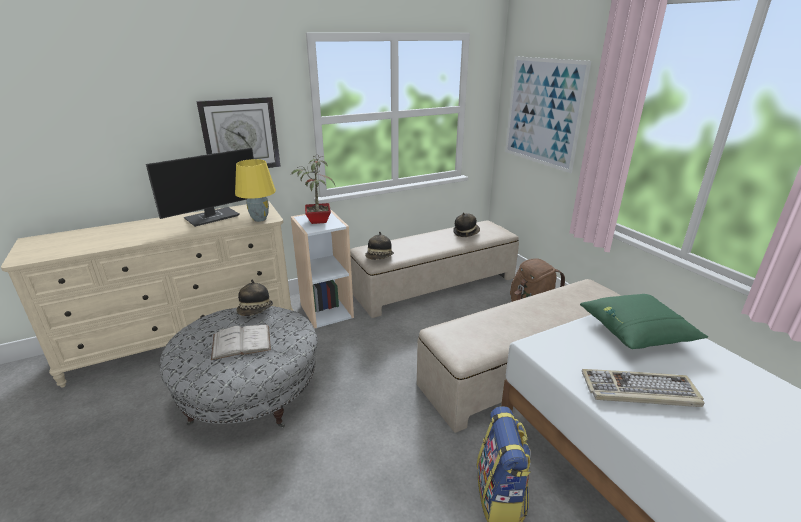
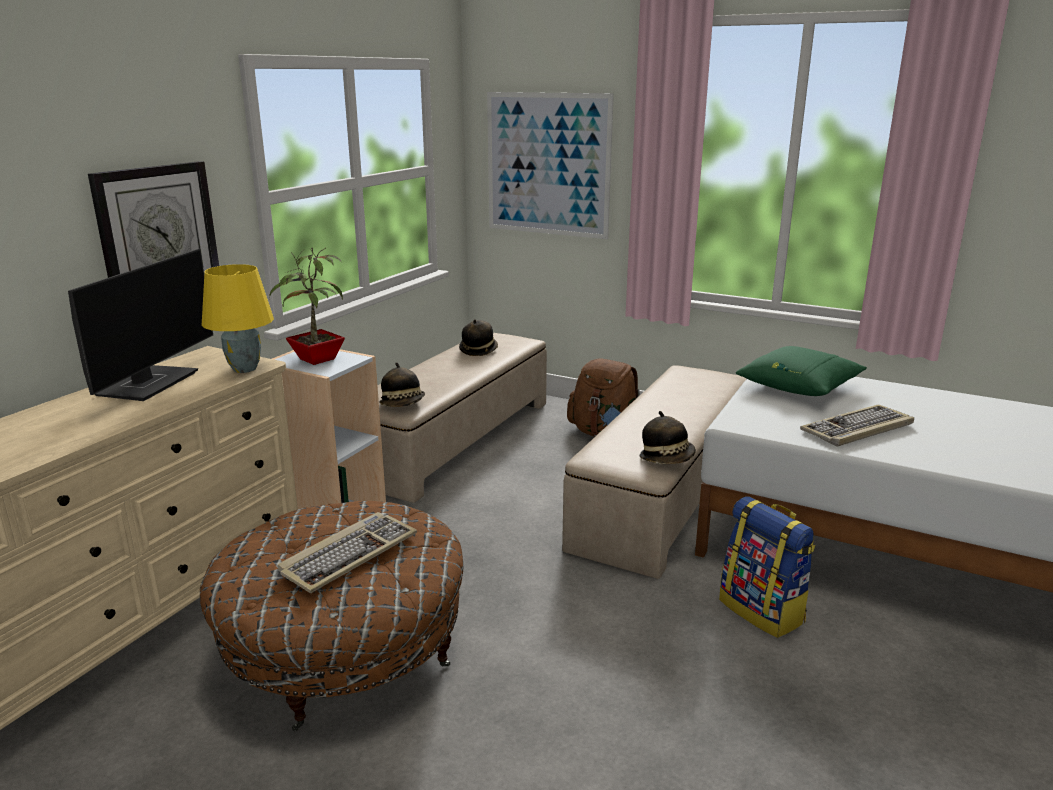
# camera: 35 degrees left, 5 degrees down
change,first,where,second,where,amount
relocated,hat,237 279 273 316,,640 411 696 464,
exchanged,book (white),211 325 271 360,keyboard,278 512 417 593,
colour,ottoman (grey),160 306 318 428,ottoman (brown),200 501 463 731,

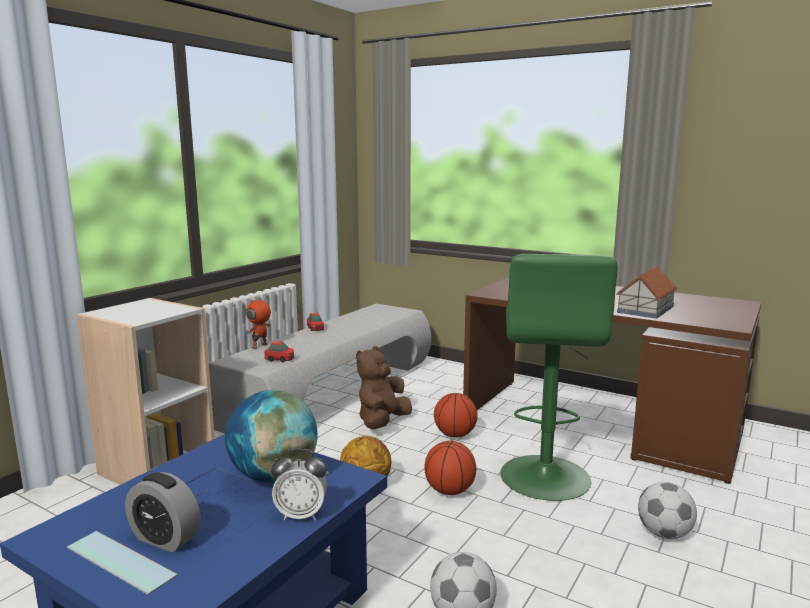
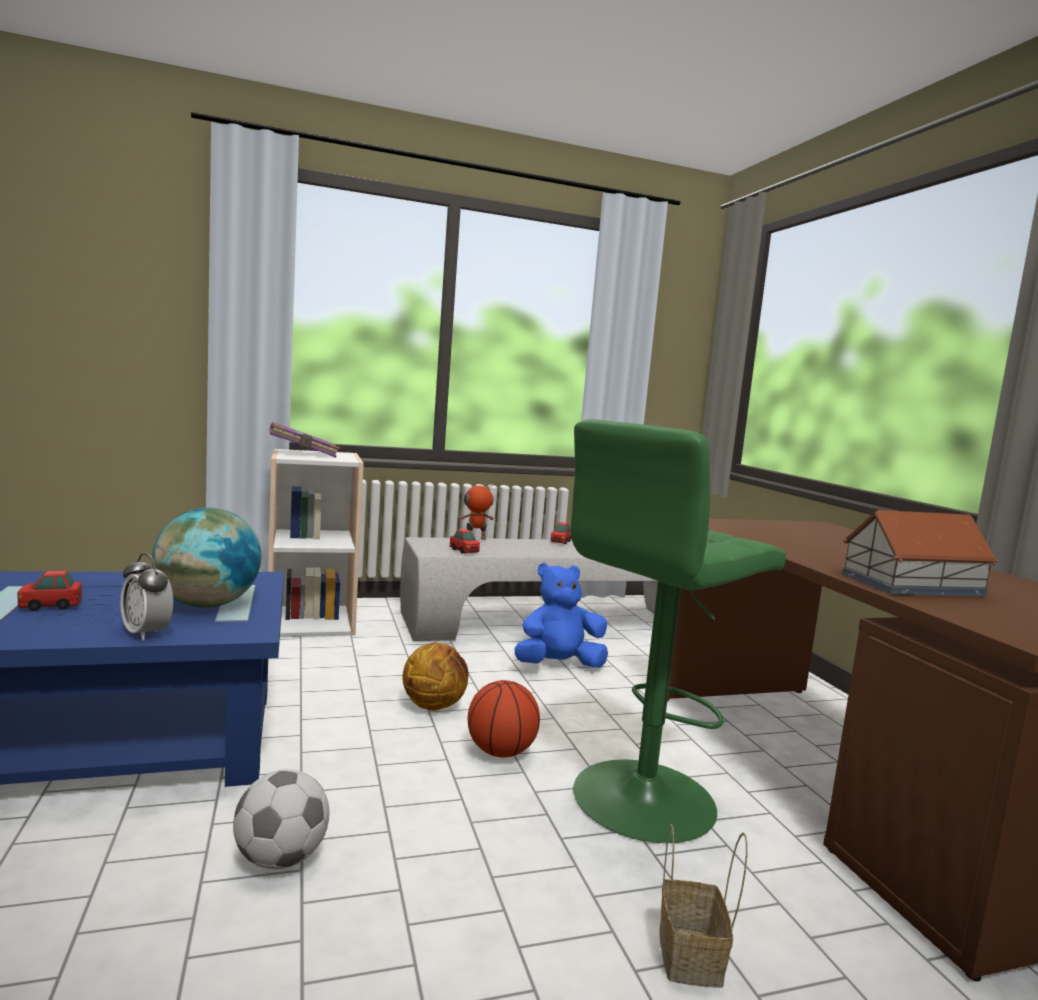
# camera: 40 degrees right, 5 degrees down
change,first,where,second,where,amount
missing,basketball,434 393 478 438,,,
appeared,,,book (purple),269 422 340 458,
exchanged,alarm clock,125 472 201 552,toy car,17 570 82 611,
exchanged,football,638 482 697 539,basket,659 824 747 988,
colour,plush toy (brown),356 346 412 429,plush toy (blue),514 563 608 668,

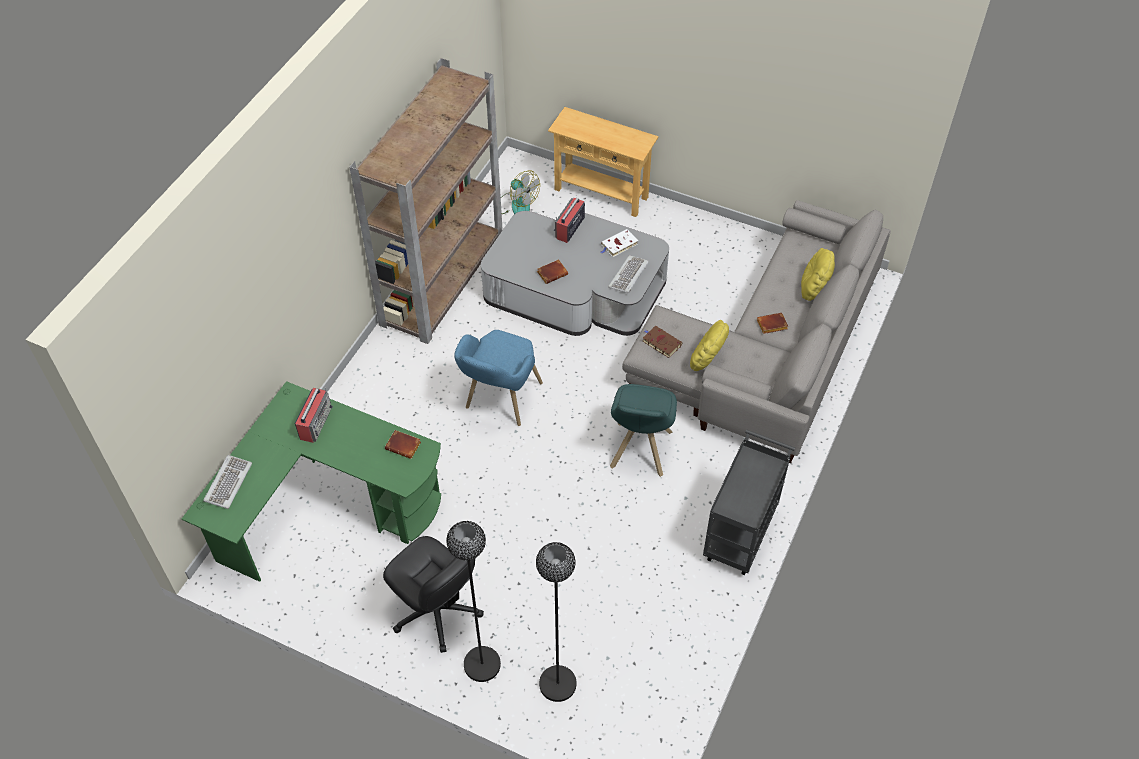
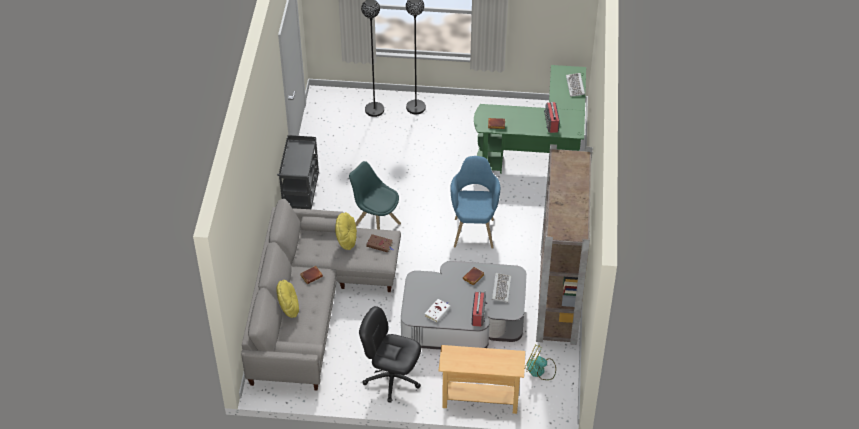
# camera: 160 degrees right, 5 degrees down
change,first,where,second,where,amount
relocated,office chair (black),383 536 484 653,,359 306 421 402,
relocated,keyboard,608 255 649 293,,492 273 511 303,
spun,chair (turquoise),610 384 677 477,,349 161 401 230,45 degrees counterclockwise

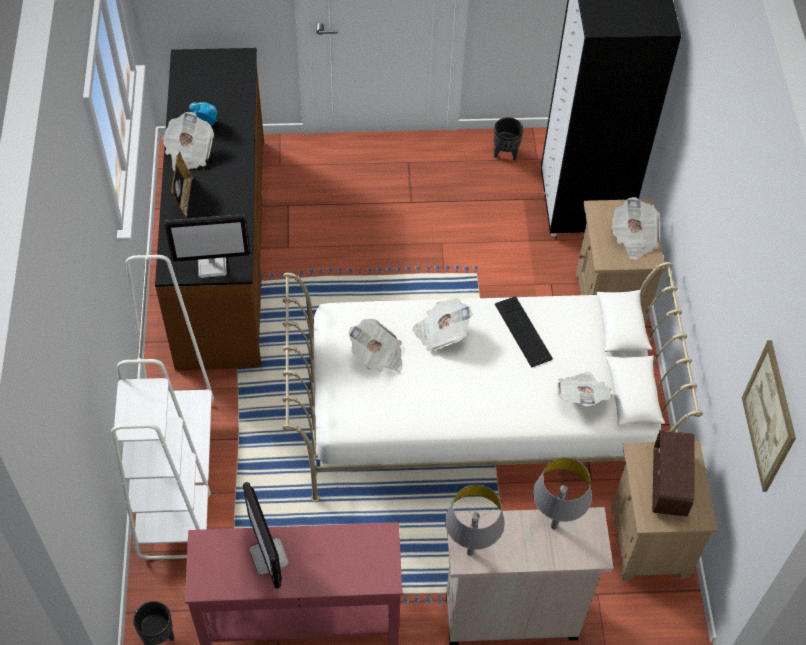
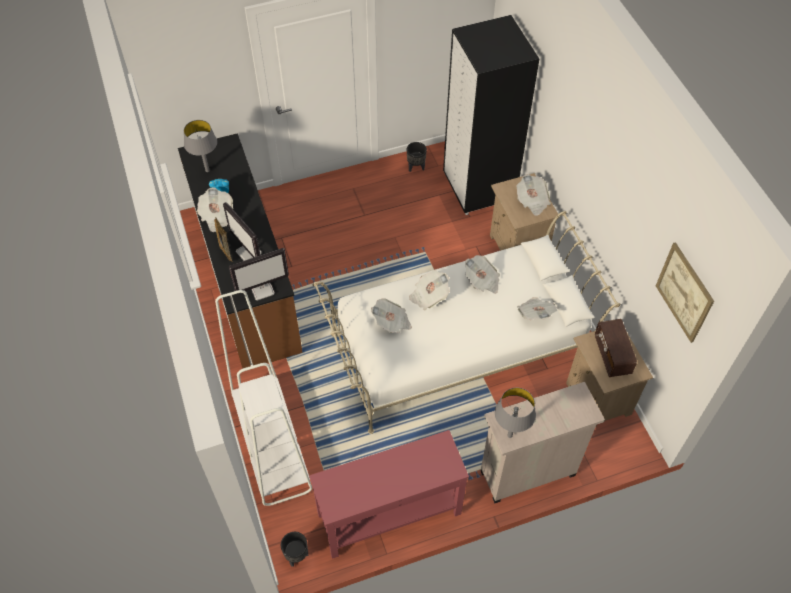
# camera: 15 degrees left, 0 degrees up
change,first,where,second,where,amount
relocated,monitor,243 482 289 589,,223 202 262 261,
relocated,table lamp (grey),533 458 592 529,,184 120 217 172,
exchanged,keyboard,495 296 553 368,newspaper,465 255 500 294,

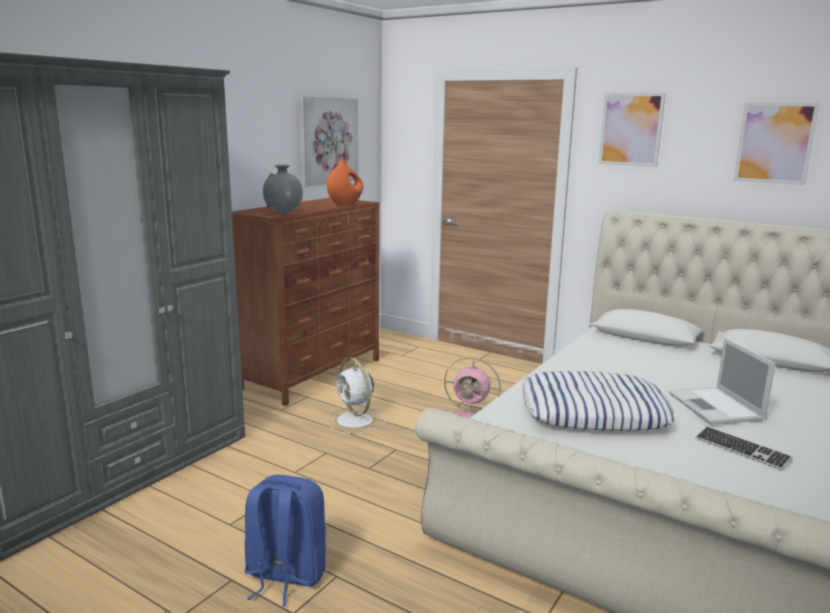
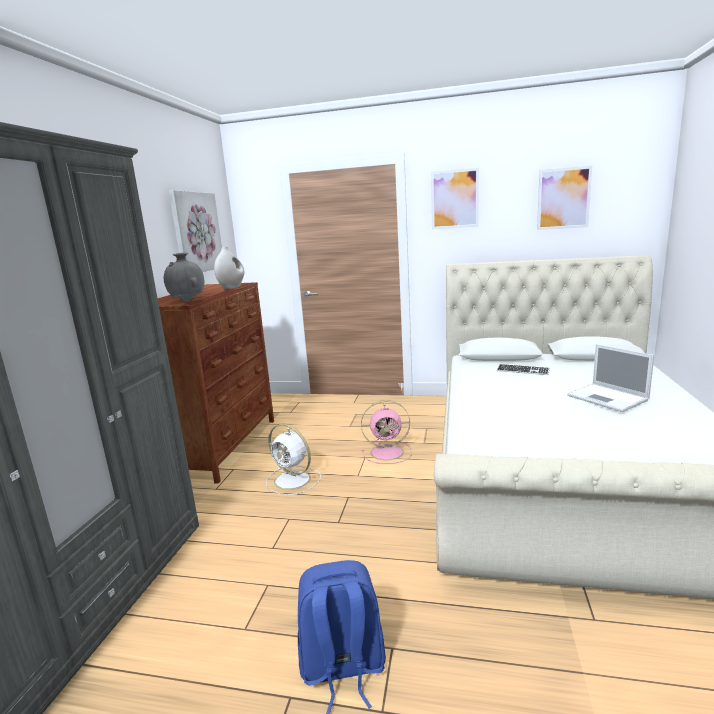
# camera: 20 degrees left, 0 degrees up
change,first,where,second,where,amount
missing,pillow,522 371 674 431,,,
relocated,keyboard,695 426 793 470,,497 364 550 375,
colour,vase (orange),327 160 364 206,vase (white),214 247 244 289,

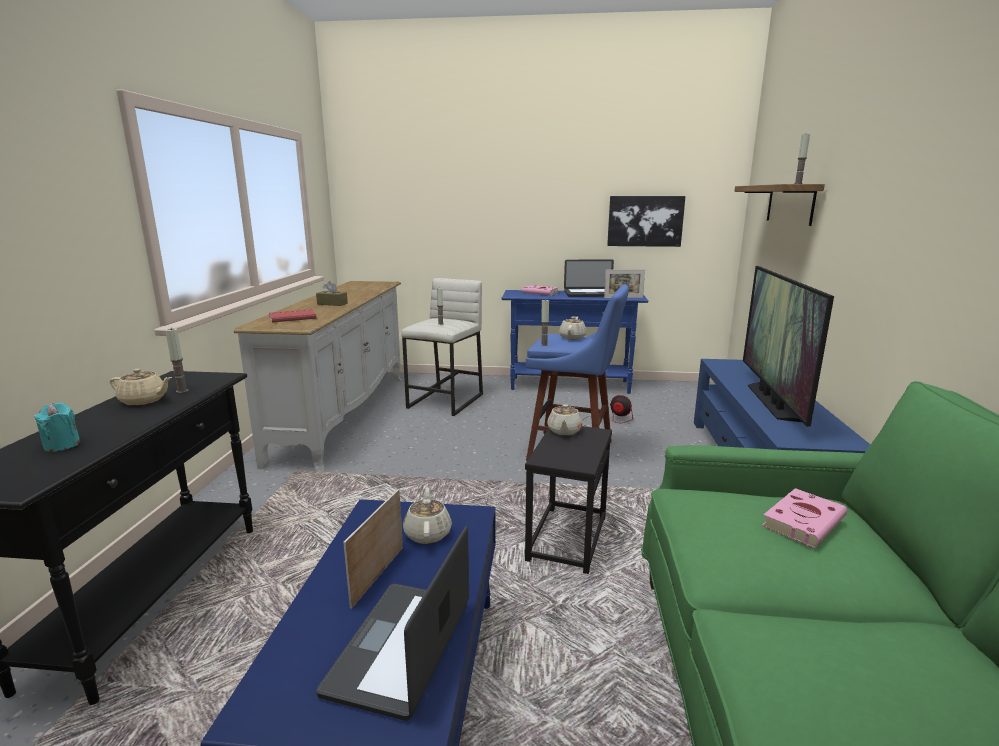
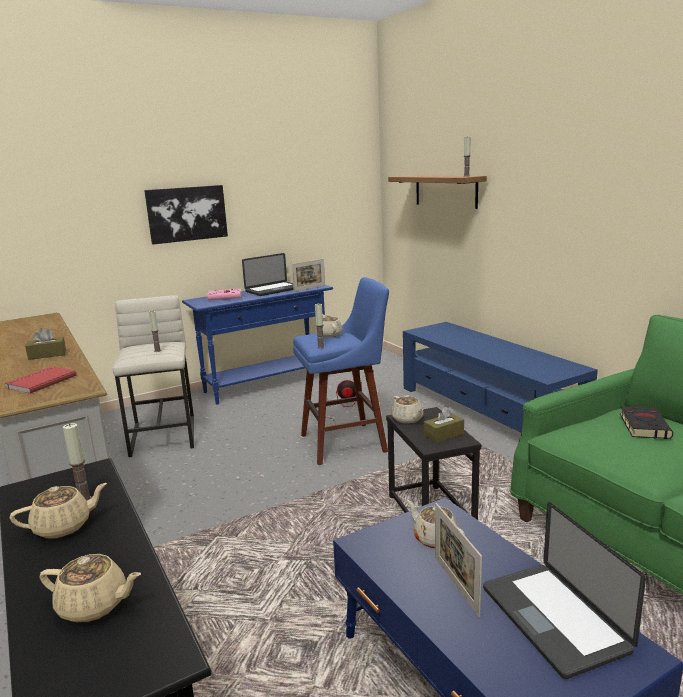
# camera: 35 degrees left, 0 degrees up
change,first,where,second,where,amount
missing,television,743 266 834 427,,,
appeared,,,tissue box (brown),424 407 464 443,
relocated,picture,607 196 686 247,,144 185 228 244,
exchanged,candle (turquoise),34 403 80 452,teapot (beige),39 554 141 623,
colour,book (pink),762 488 847 548,book (black),620 406 673 439,

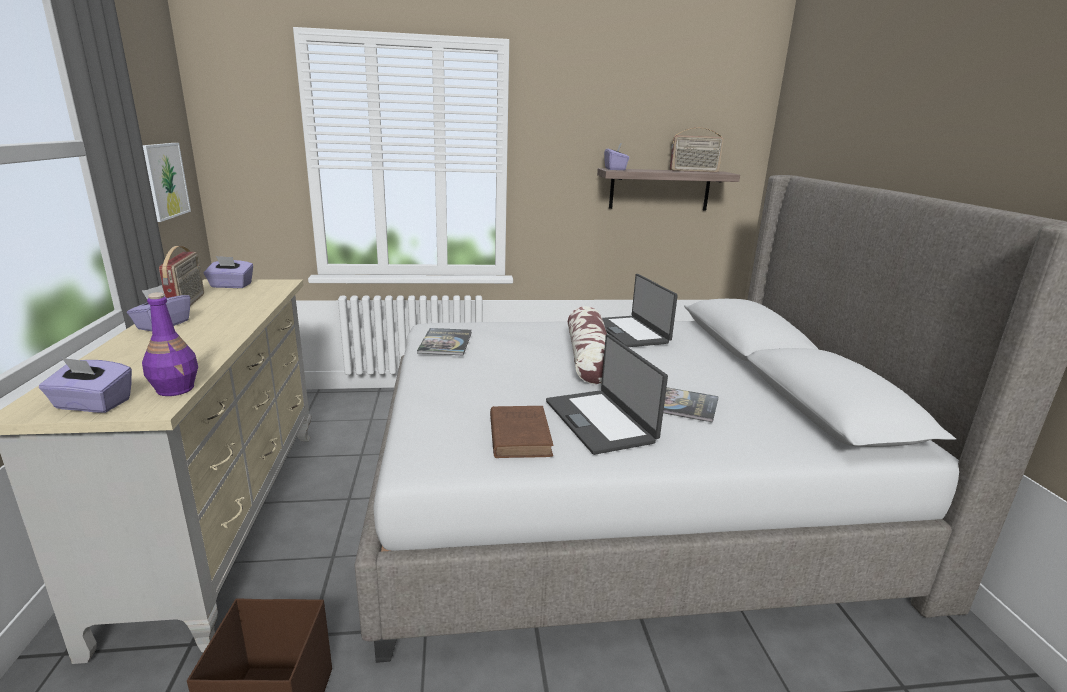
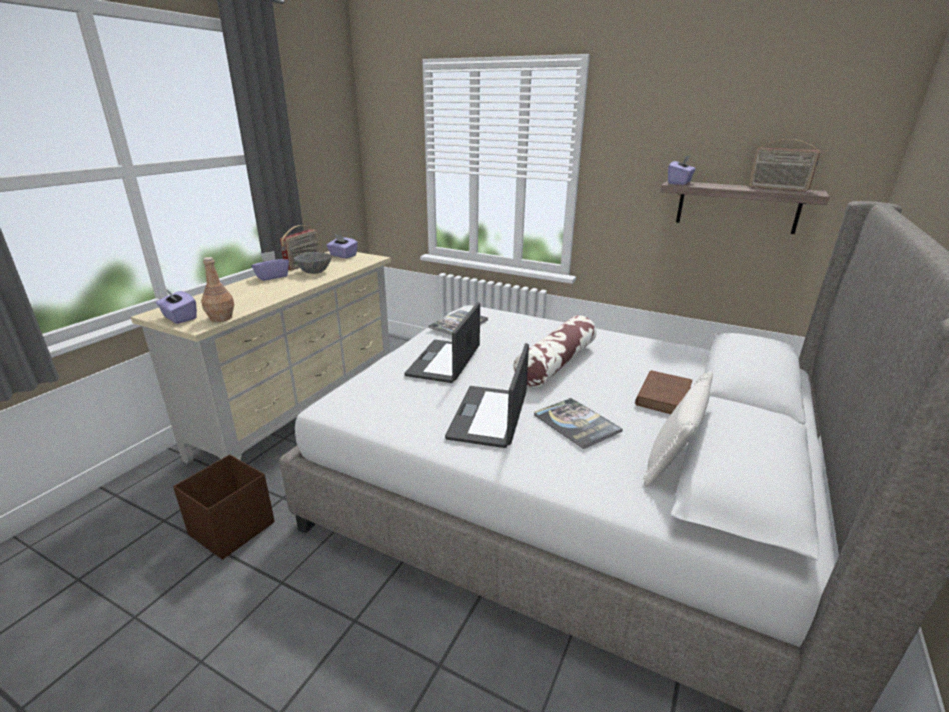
# camera: 35 degrees right, 5 degrees up
change,first,where,second,where,amount
missing,picture,143 143 191 222,,,
appeared,,,bowl (grey),294 252 331 274,
appeared,,,pillow (white),643 371 713 487,
relocated,book (brown),490 406 553 458,,635 370 693 414,
relocated,laptop,602 274 678 347,,404 302 480 383,
colour,bottle (purple),142 292 198 396,bottle (brown),201 257 234 322,

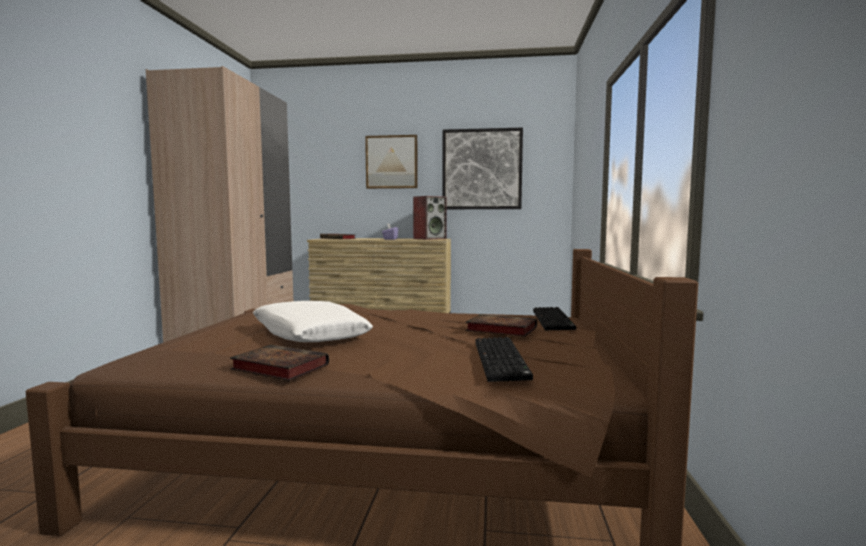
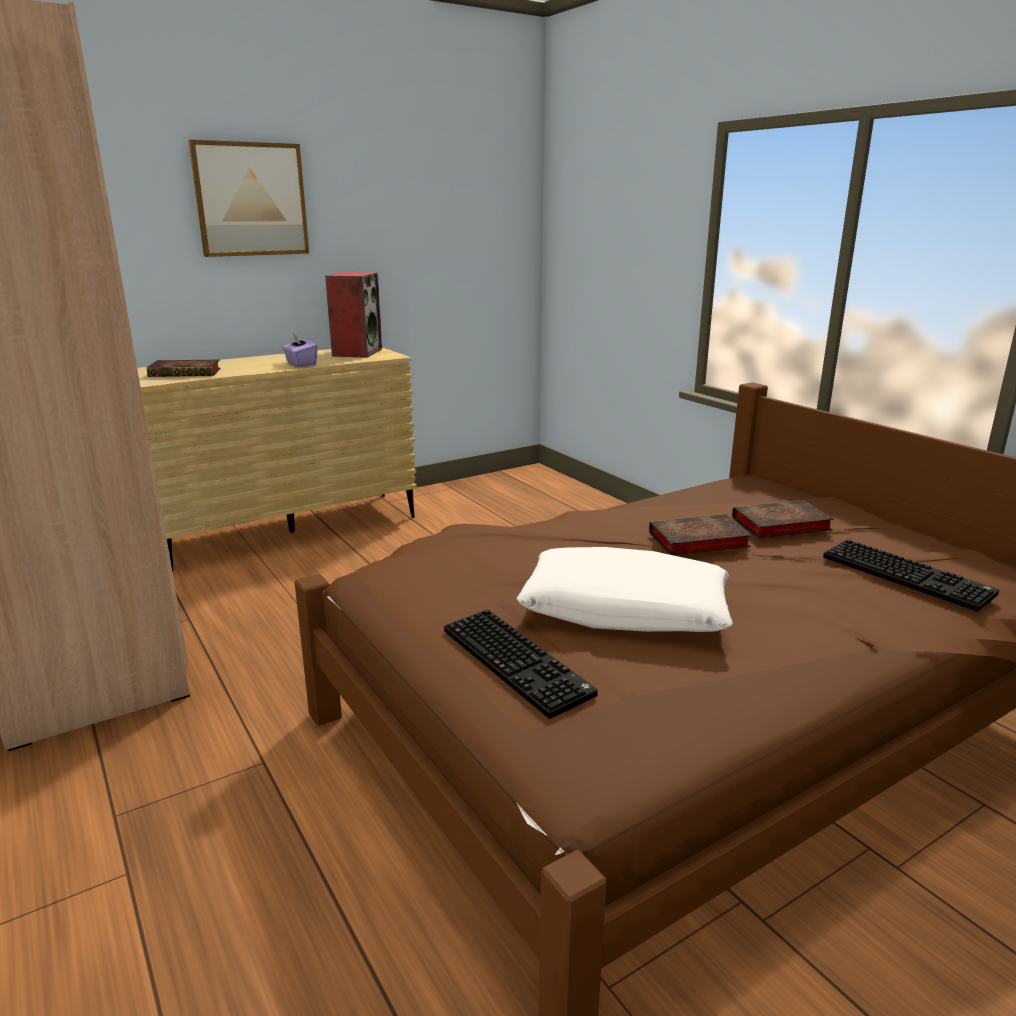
# camera: 40 degrees left, 15 degrees up
change,first,where,second,where,amount
missing,picture,442 128 523 209,,,
relocated,book,230 345 329 381,,649 514 752 555,
relocated,keyboard,533 307 576 330,,444 609 597 719,

